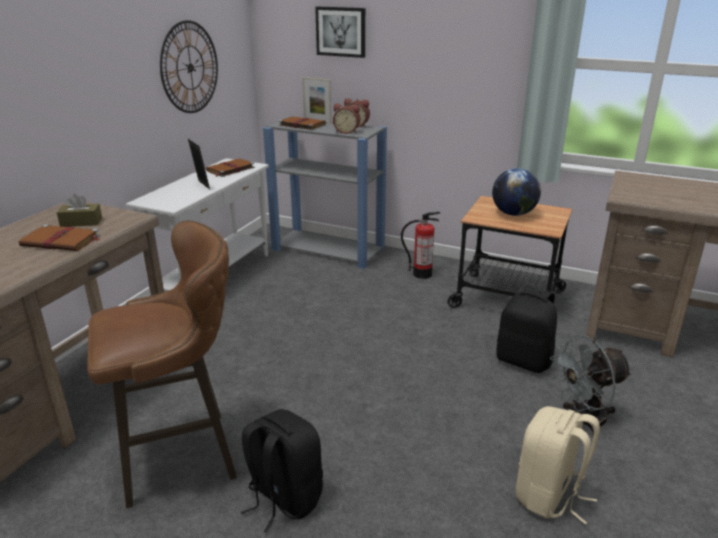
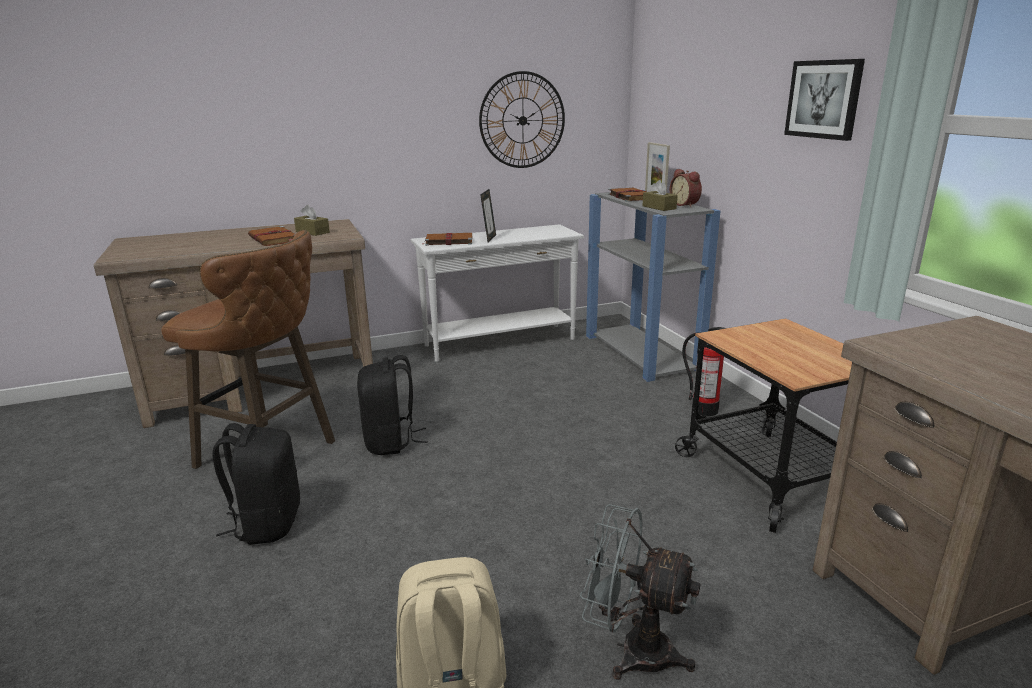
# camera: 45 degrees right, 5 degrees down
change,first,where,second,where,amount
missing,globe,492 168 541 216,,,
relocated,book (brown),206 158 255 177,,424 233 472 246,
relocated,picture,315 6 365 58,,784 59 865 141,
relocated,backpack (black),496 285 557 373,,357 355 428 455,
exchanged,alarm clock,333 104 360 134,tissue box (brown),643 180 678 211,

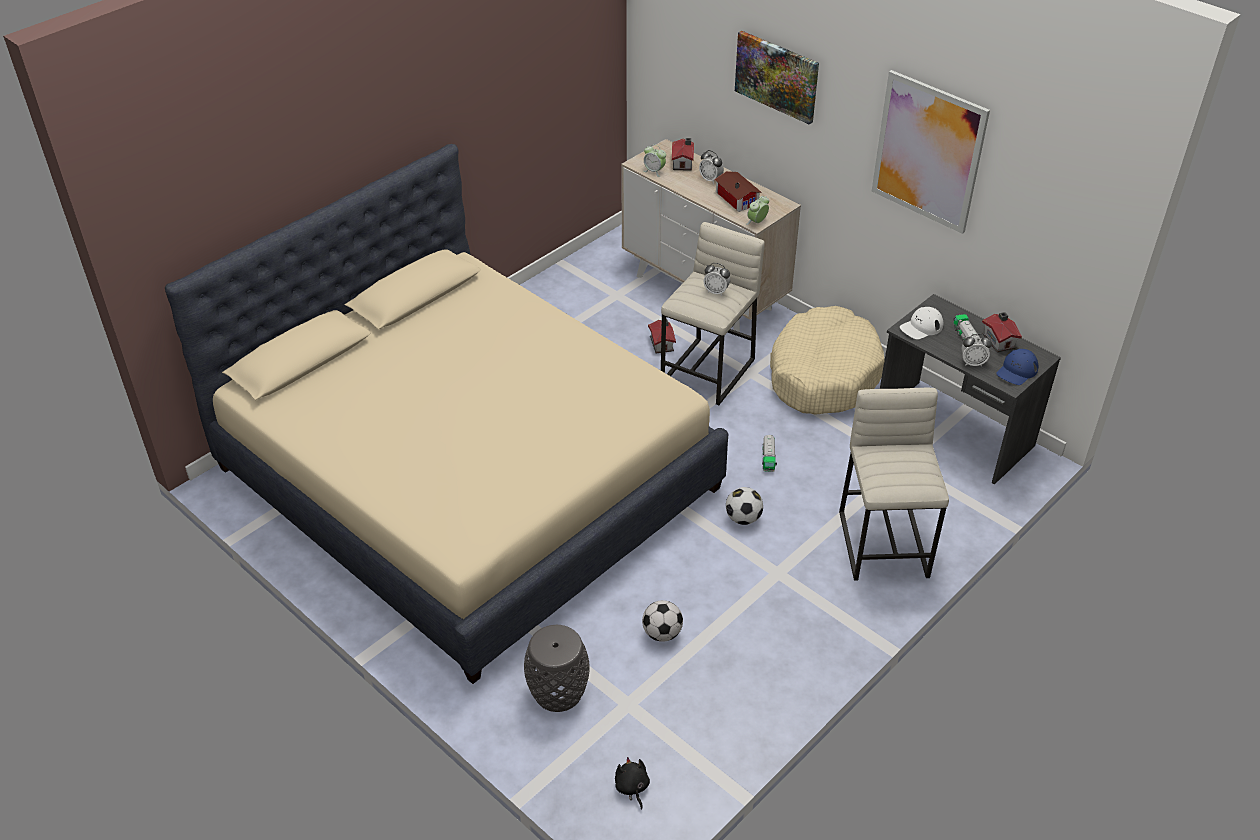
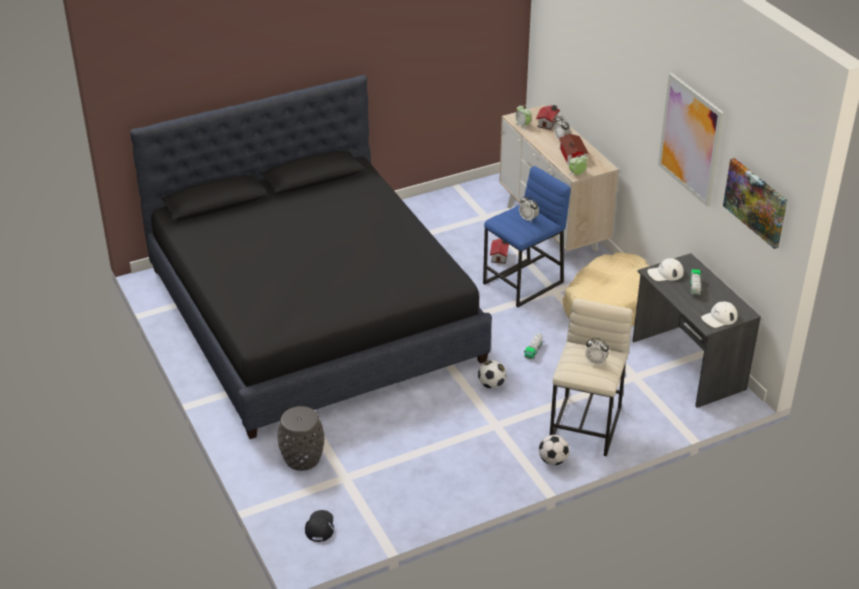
# camera: 20 degrees right, 5 degrees down
change,first,where,second,where,amount
missing,toy house,982 312 1022 352,,,
relocated,football,642 600 683 642,,539 435 569 465,
relocated,picture,735 31 819 124,,723 158 787 249,
relocated,alarm clock,961 334 992 366,,585 338 609 366,
exchanged,plush toy (black),615 757 650 810,cap (black),305 510 334 542,
colour,bed (beige),165 144 729 684,bed (black),130 75 492 439,
colour,stool (beige),661 222 765 405,stool (blue),483 166 571 307,
colour,cap (blue),996 349 1038 385,cap (white),701 301 738 328,

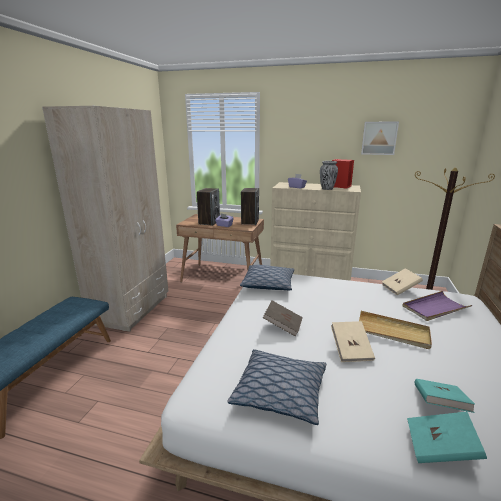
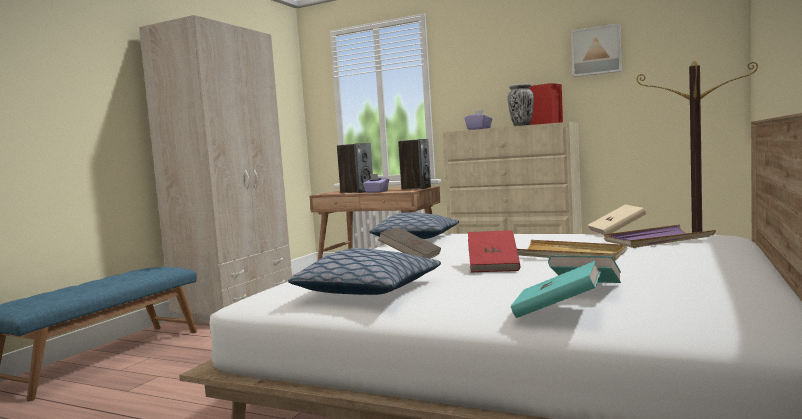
# camera: 10 degrees right, 15 degrees down
change,first,where,second,where,amount
colour,book (beige),331 321 375 362,book (red),468 230 521 272,

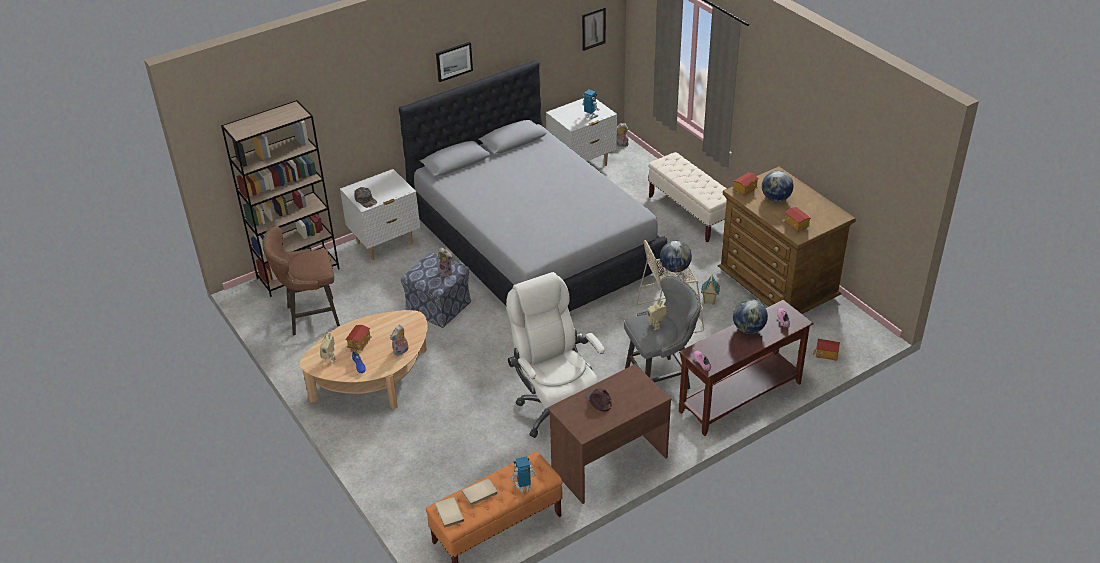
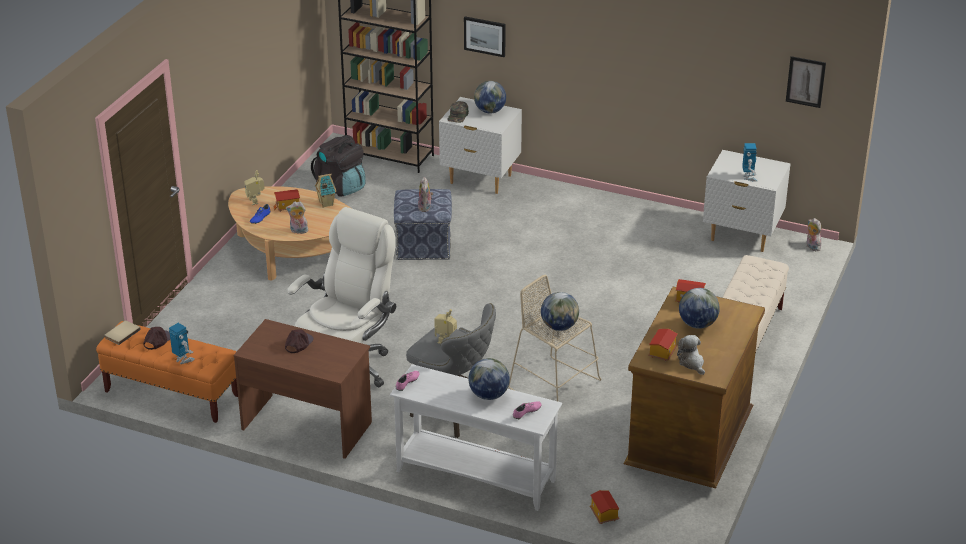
# camera: 55 degrees right, 5 degrees down
change,first,where,second,where,amount
missing,bed (grey),399 60 667 312,,,
appeared,,,globe,474 81 506 114,
appeared,,,plush toy,677 335 705 375,
relocated,picture,436 42 473 82,,464 17 506 57,
relocated,toy house,701 274 720 305,,315 174 336 208,
exchanged,stool (brown),263 226 340 335,backpack (black),311 135 366 197,
exchanged,book (beige),462 478 498 506,cap (brown),143 327 170 350,
colour,console table (brown),679 300 814 436,console table (white),390 364 562 511,

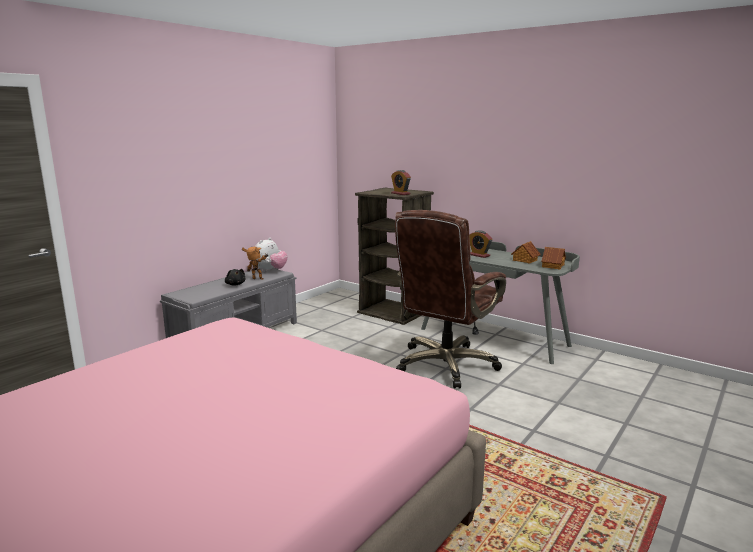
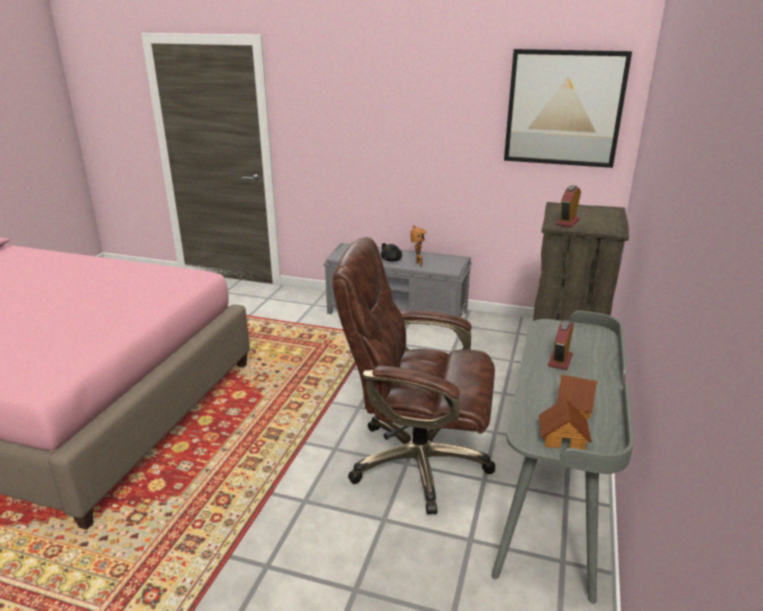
# camera: 70 degrees right, 10 degrees up
change,first,where,second,where,amount
missing,plush toy,255 238 288 272,,,
appeared,,,picture,504 49 632 168,

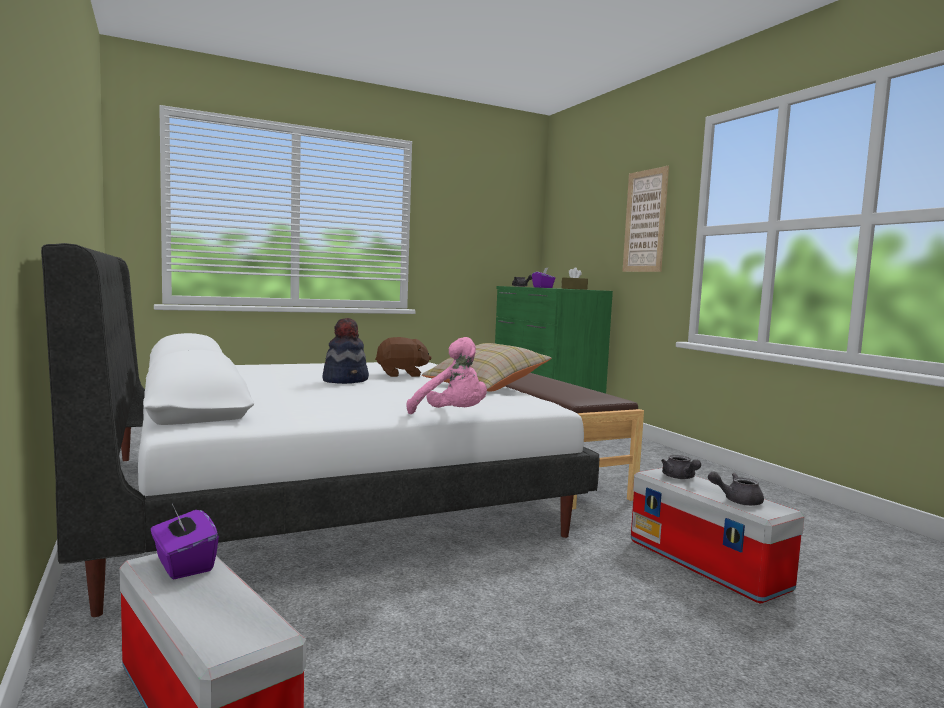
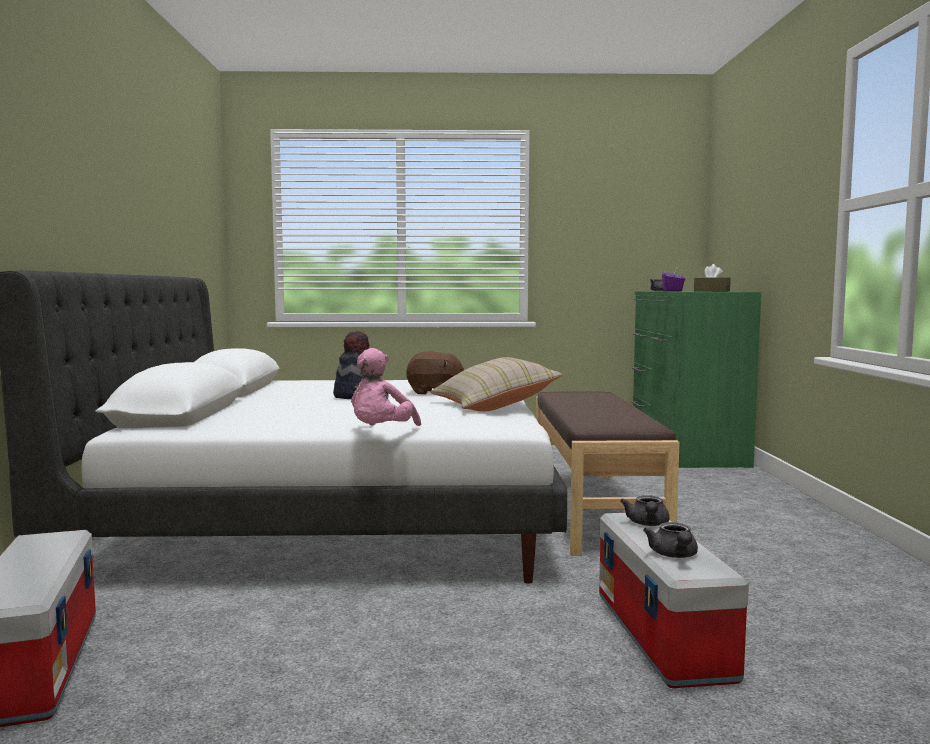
# camera: 25 degrees right, 0 degrees up
change,first,where,second,where,amount
missing,tissue box (purple),151 504 219 579,,,
missing,picture,622 166 669 272,,,
spun,plush toy (pink),406 337 487 414,,351 348 421 426,45 degrees clockwise
spun,teapot (grey),708 472 764 506,,643 522 698 558,120 degrees counterclockwise

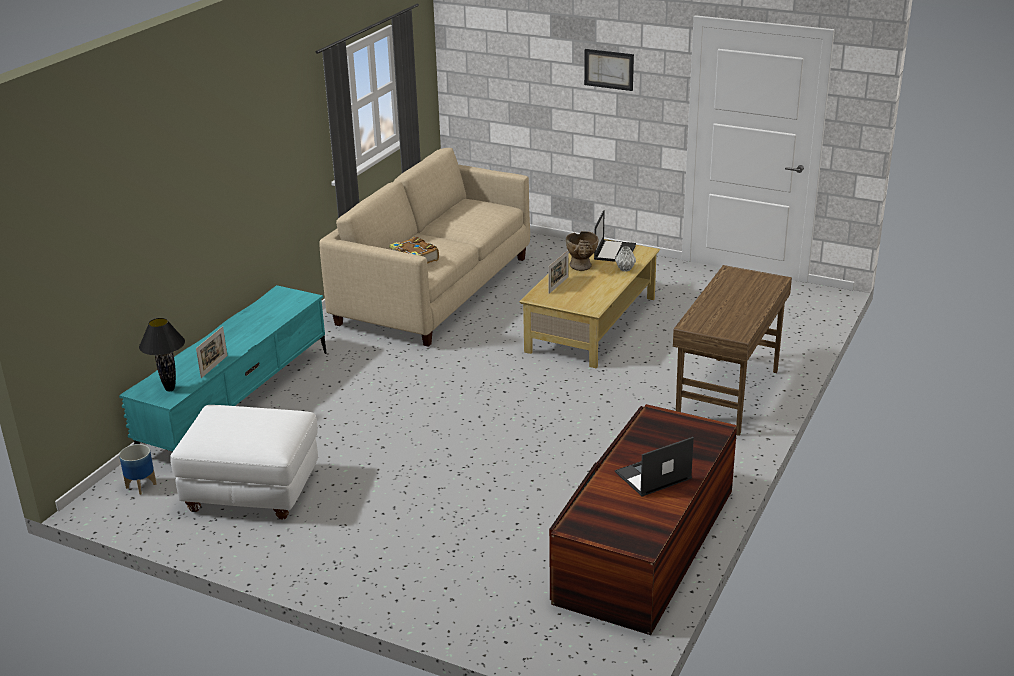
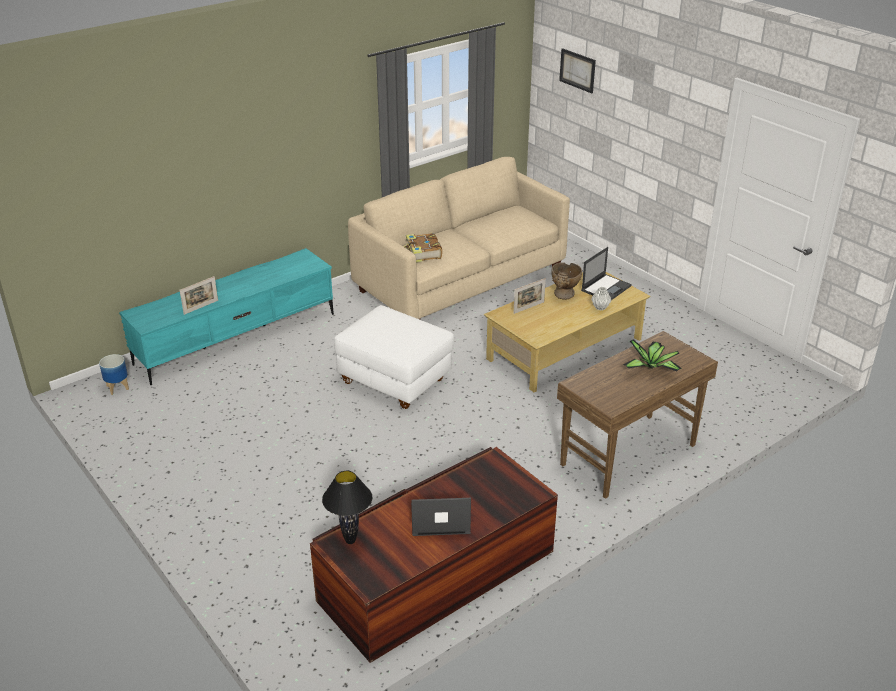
# camera: 25 degrees right, 5 degrees up
change,first,where,second,where,amount
appeared,,,potted plant,623 339 682 372,
relocated,table lamp (black),139 318 185 391,,322 471 372 544,
relocated,ottoman (white),170 405 318 520,,334 305 454 409,
relocated,picture,584 49 634 91,,559 48 596 93,

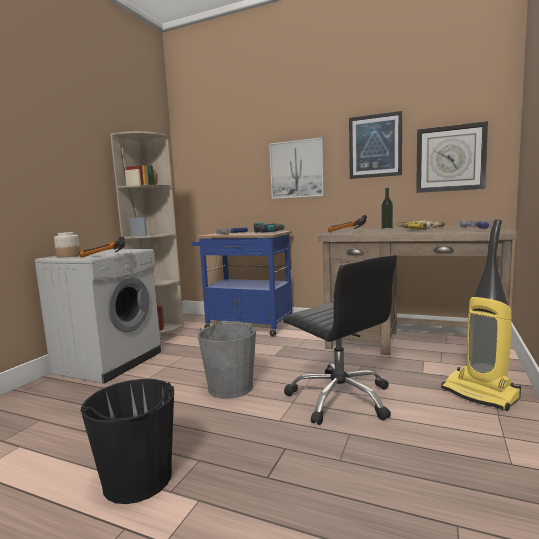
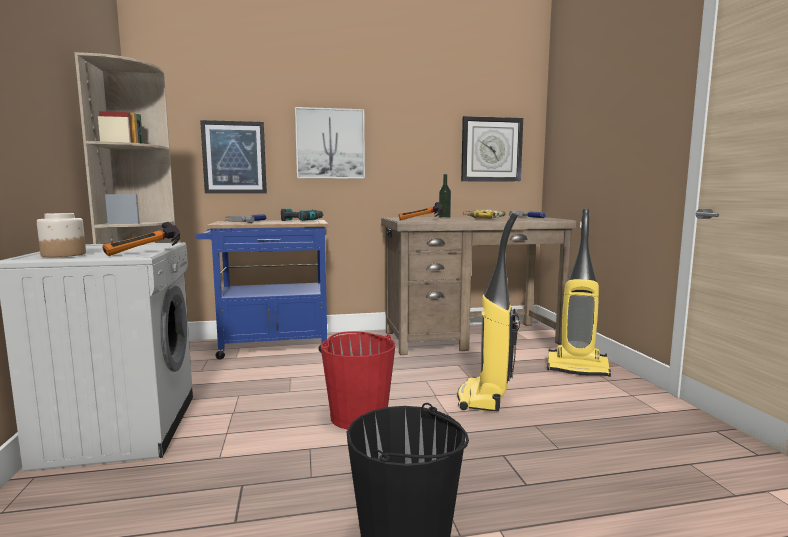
# camera: 35 degrees left, 0 degrees up
change,first,where,second,where,amount
relocated,picture,349 111 402 179,,200 120 267 193,
exchanged,office chair (black),283 255 397 425,vacuum cleaner,457 213 520 411,
colour,bucket (grey),198 321 256 399,bucket (red),321 331 396 430,

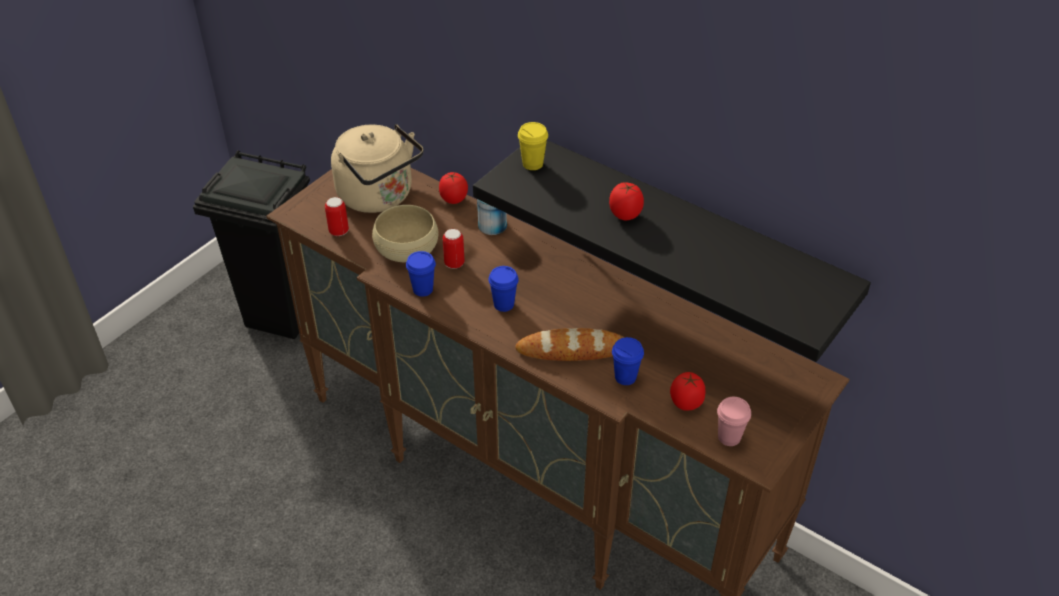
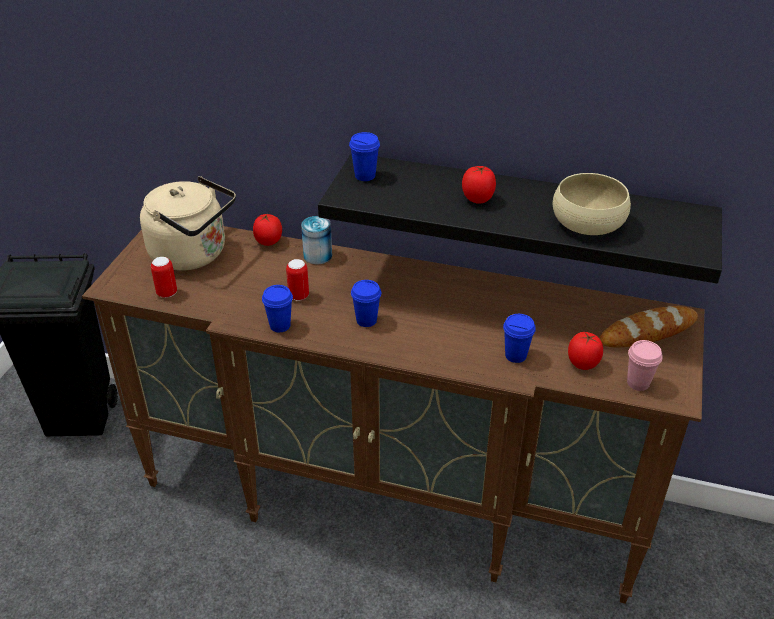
# camera: 20 degrees left, 5 degrees down
change,first,where,second,where,amount
relocated,bowl (beige),372 205 438 262,,553 173 631 235,
relocated,bread,515 328 625 361,,600 306 698 347,
colour,cup (yellow),518 122 548 170,cup (blue),349 132 380 181,

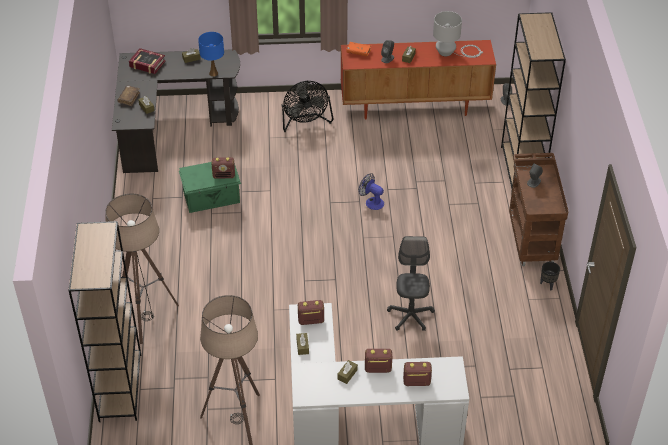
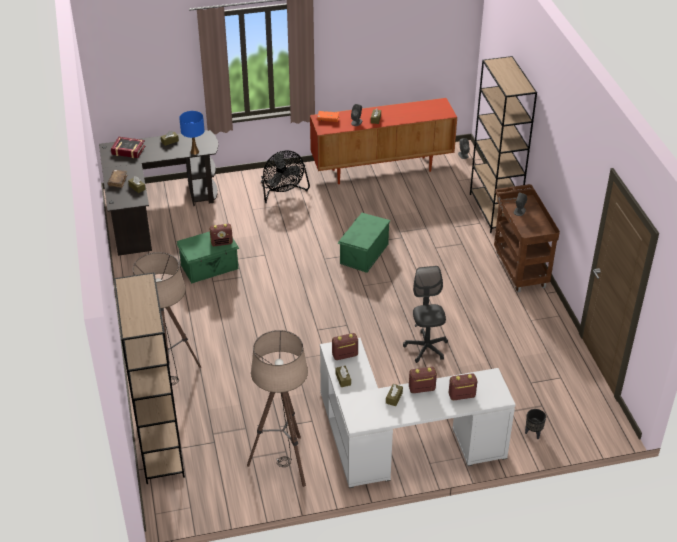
# camera: 10 degrees left, 5 degrees down
change,first,where,second,where,amount
missing,table lamp (grey),433 11 483 58,,,
relocated,planter (black),540 262 560 290,,525 409 546 439,
exchanged,fan,359 173 384 210,storage box (green),337 213 390 273,

